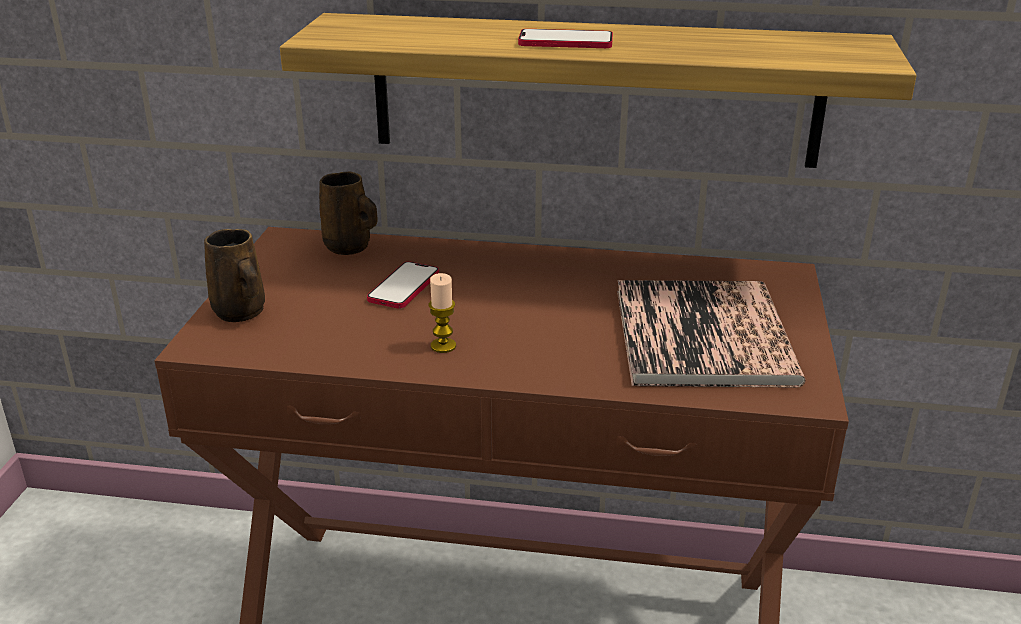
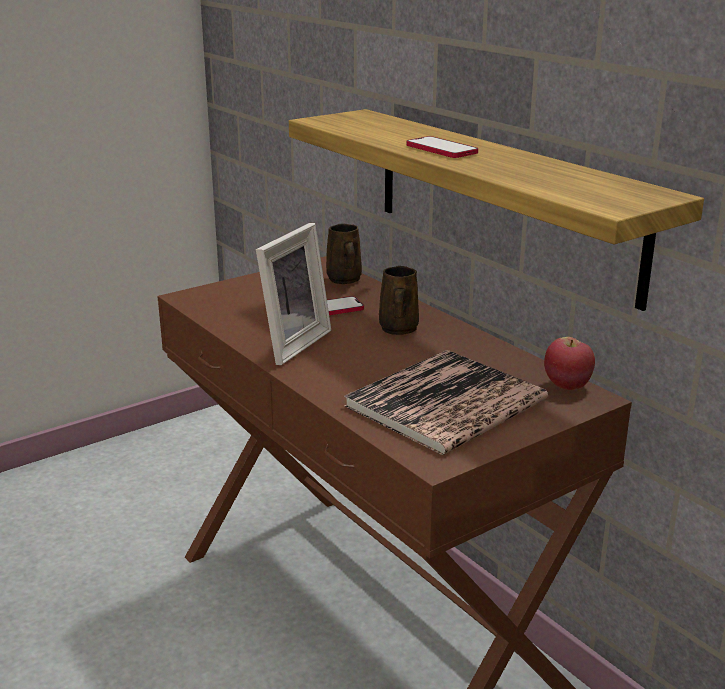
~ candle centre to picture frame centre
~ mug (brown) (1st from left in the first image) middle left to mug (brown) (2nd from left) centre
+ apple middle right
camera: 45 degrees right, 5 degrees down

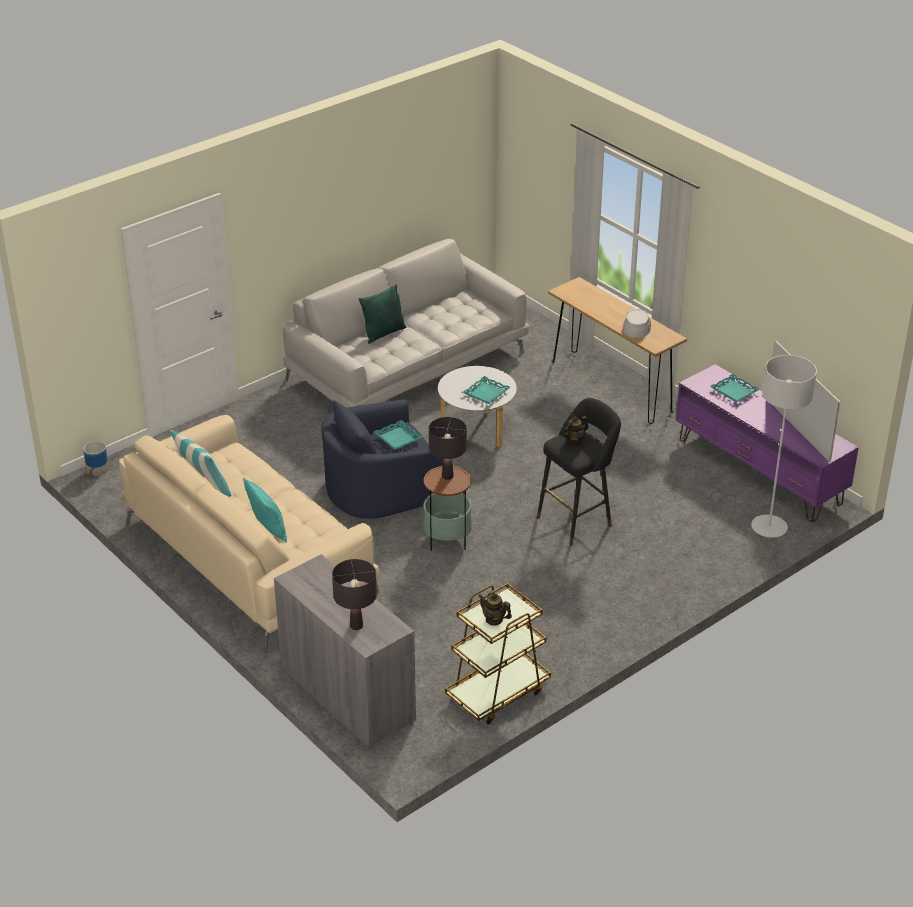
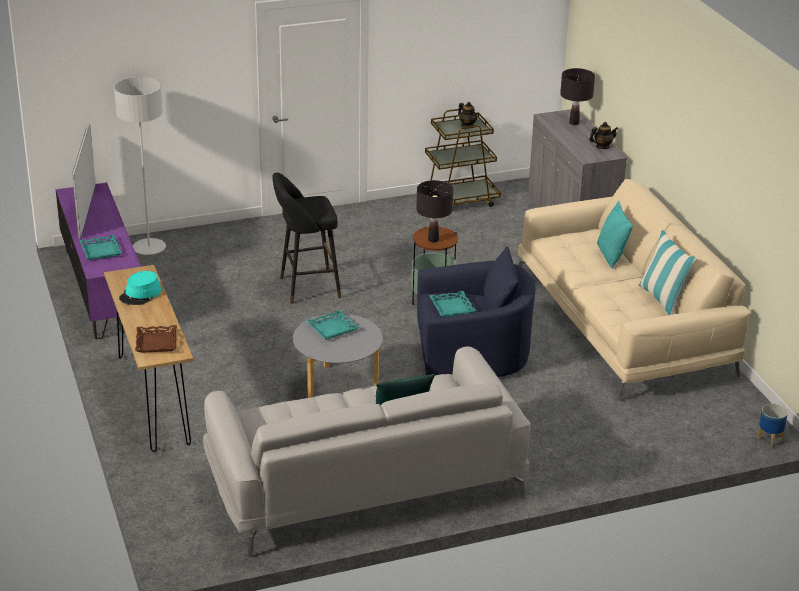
~ hat (grey) middle right to hat (turquoise) middle left
+ tray (brown) middle left
~ teapot (2nd from left) centre to top right
camera: 160 degrees left, 5 degrees down

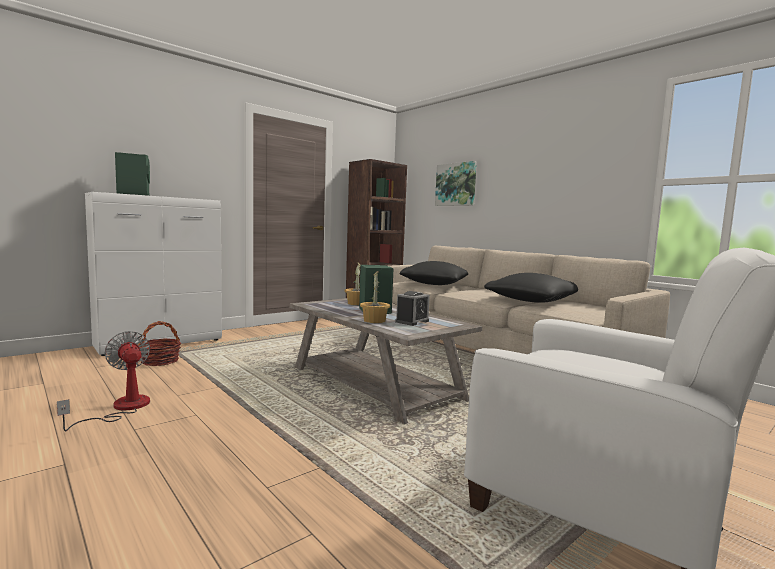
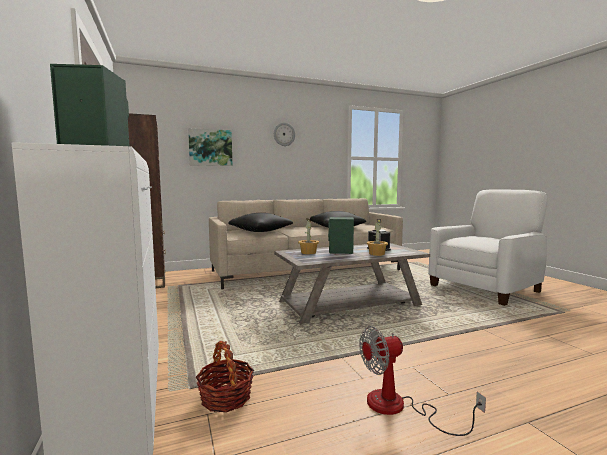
+ wall clock top centre
camera: 70 degrees left, 0 degrees up

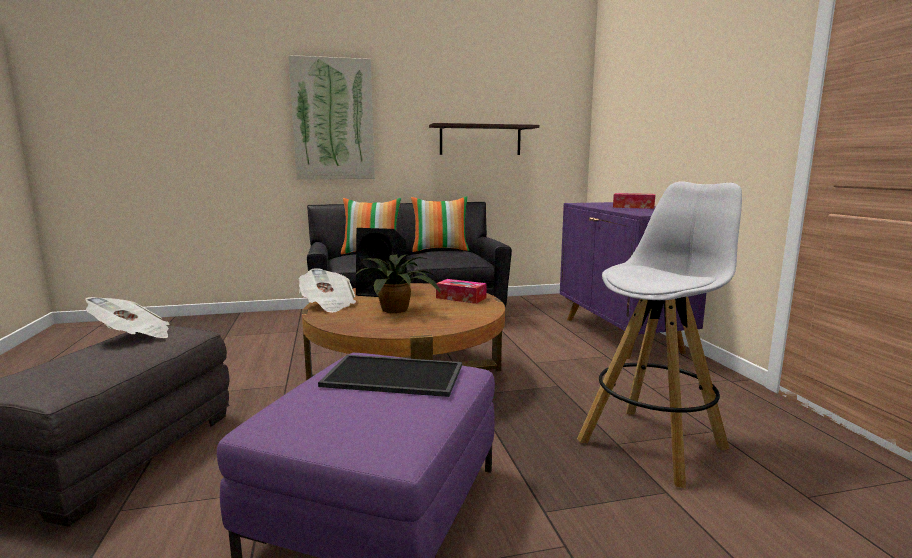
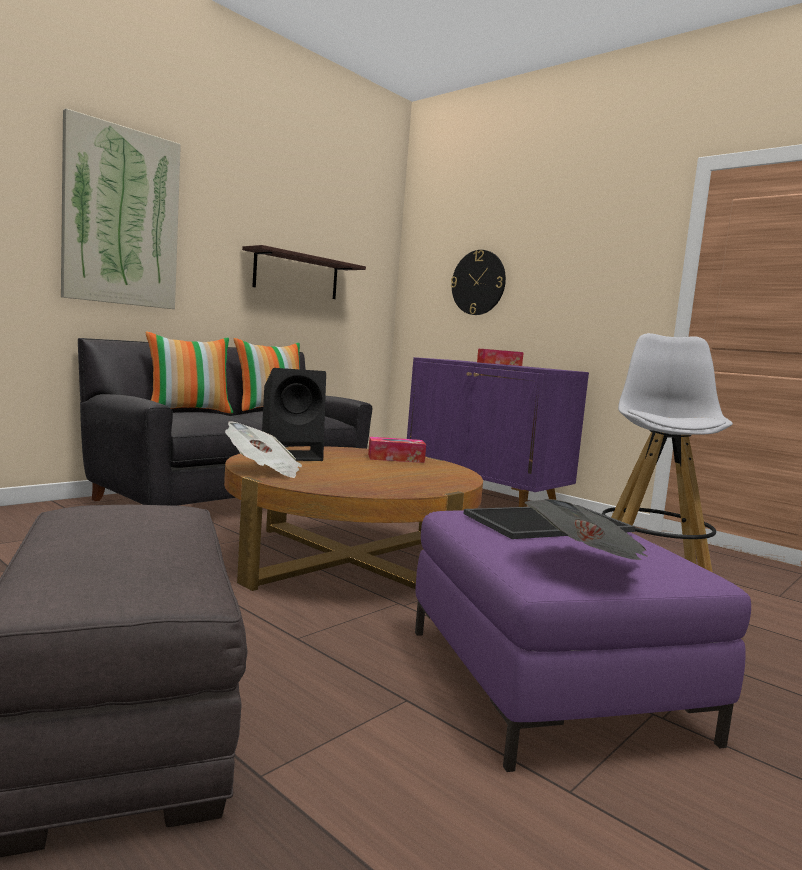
+ wall clock top centre
~ newspaper (1st from left in the first image) middle left to newspaper (2nd from left) middle right
- potted plant centre
camera: 35 degrees left, 5 degrees down

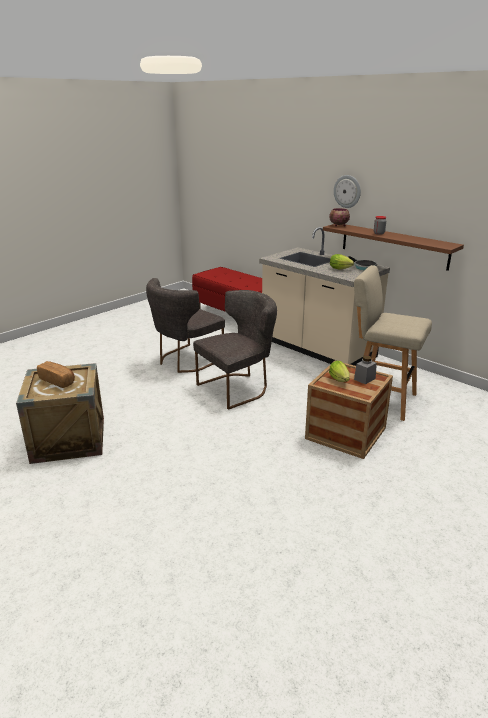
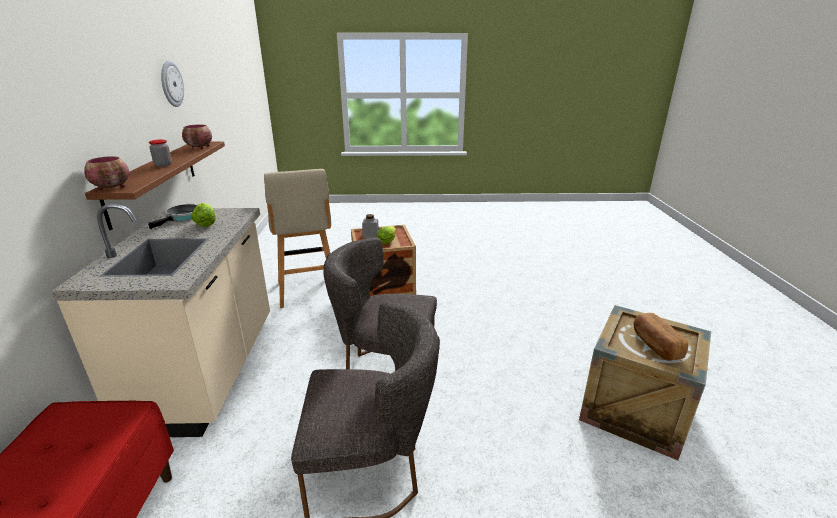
~ wall clock top right to top left
+ bowl (2nd from left) top left
camera: 135 degrees left, 0 degrees up

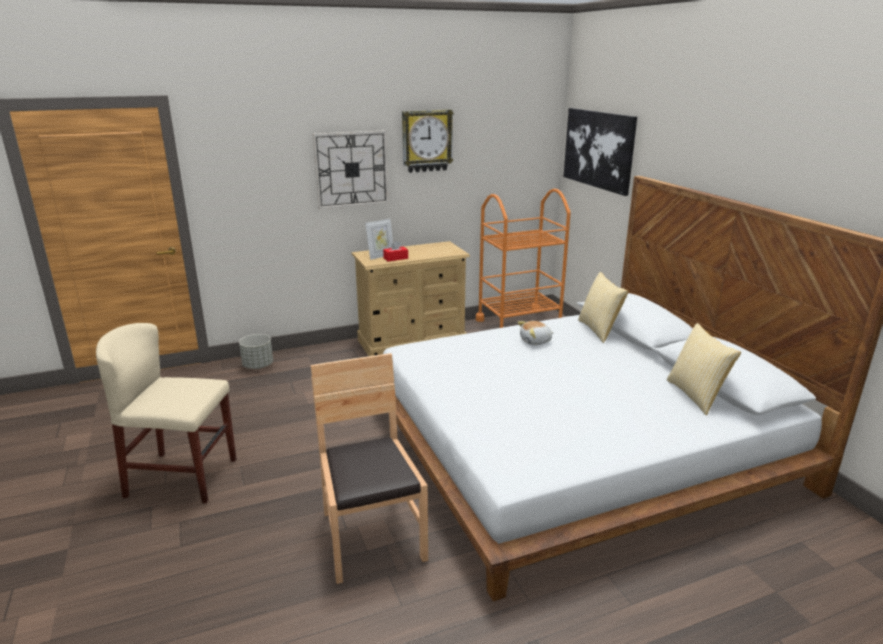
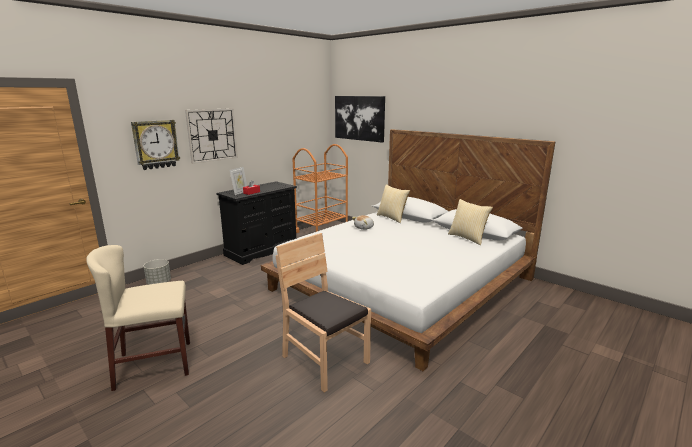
~ wall clock (2nd from left in the first image) top centre to wall clock (1st from left) top left
~ dresser (beige) centre to dresser (black) centre
camera: 25 degrees left, 5 degrees down

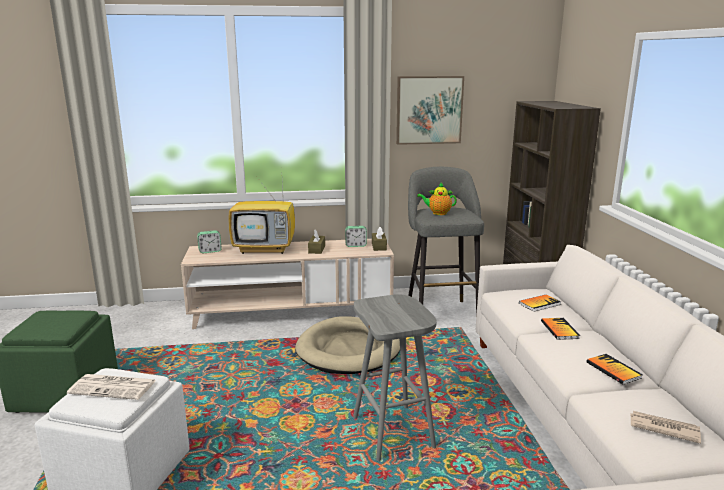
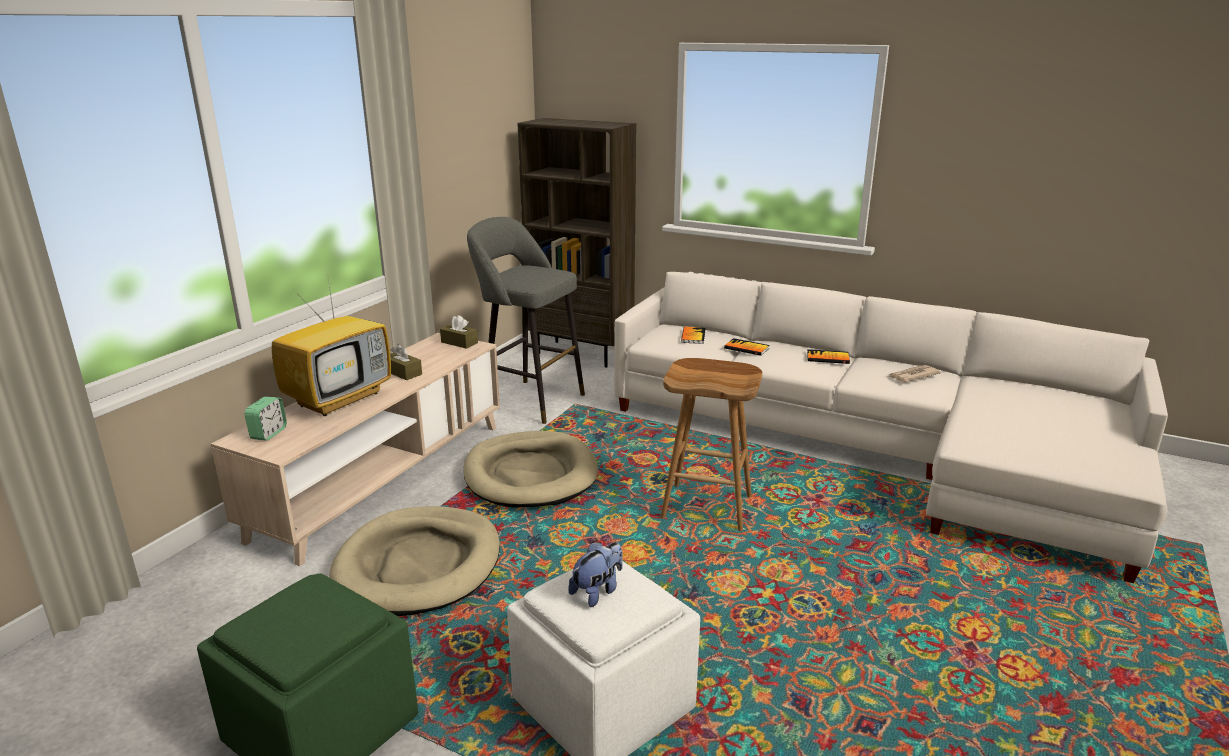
+ dog bed (beige) (1st from left) bottom centre
~ newspaper (1st from left) bottom left to plush toy bottom centre
~ stool (grey) (1st from left) bottom centre to stool (brown) centre
- alarm clock (2nd from left) centre
- picture top centre
- teapot centre
camera: 55 degrees left, 5 degrees up

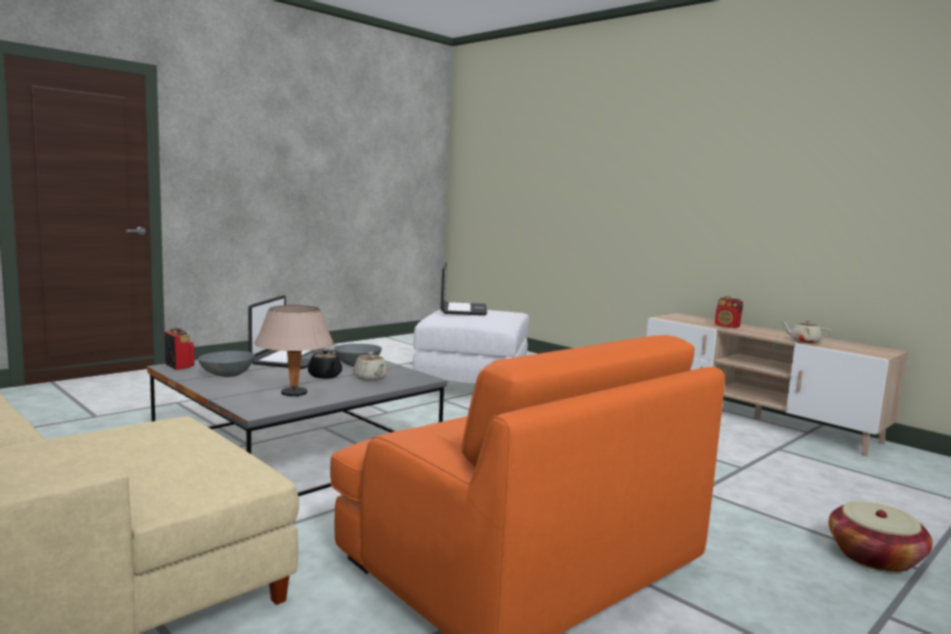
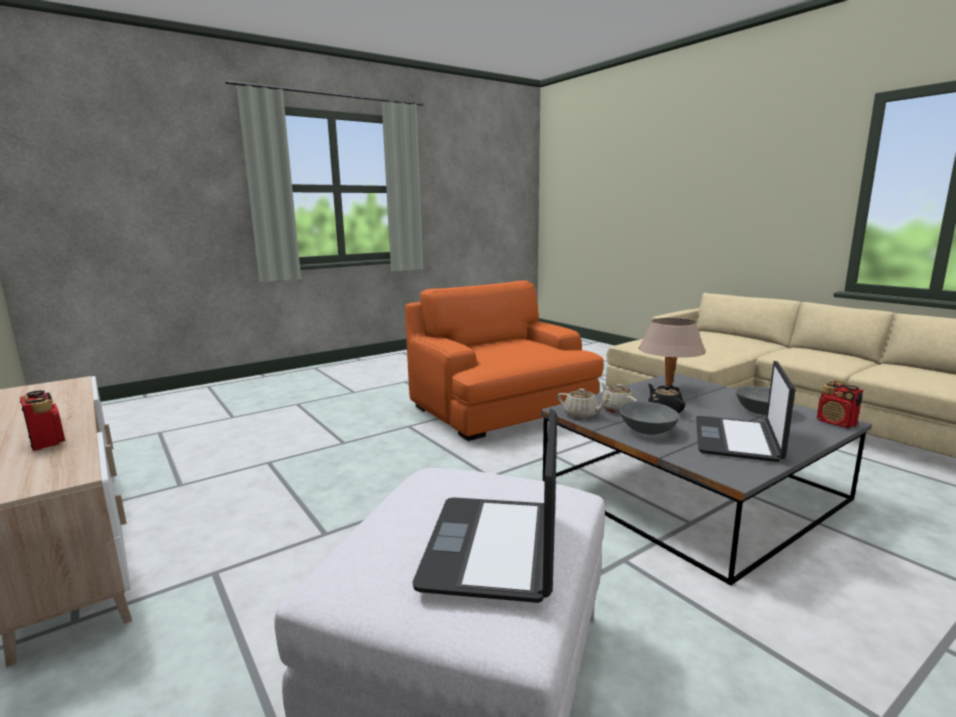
~ teapot (beige) (2nd from left in the first image) middle right to teapot (beige) (1st from left) centre
- basket bottom right
camera: 170 degrees left, 5 degrees up

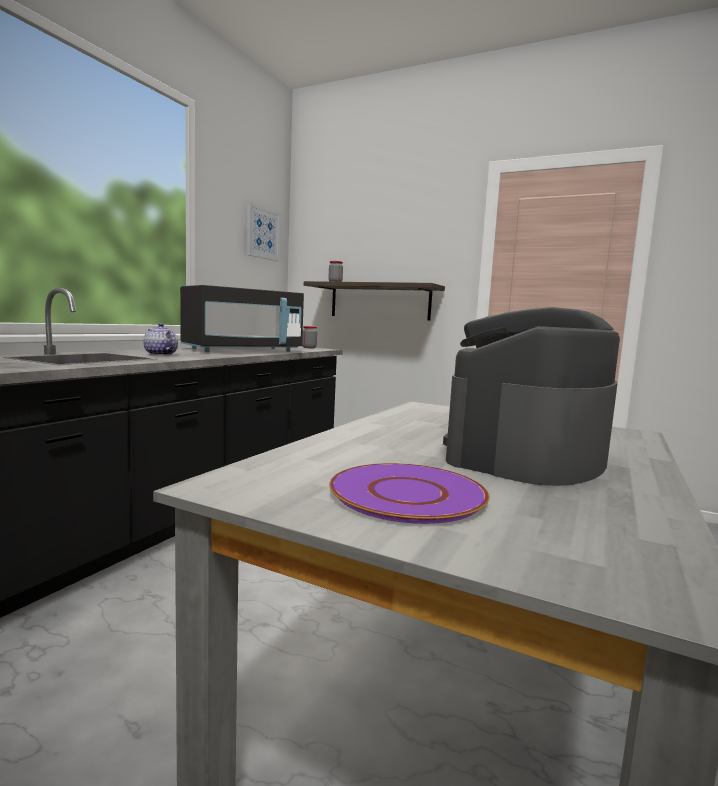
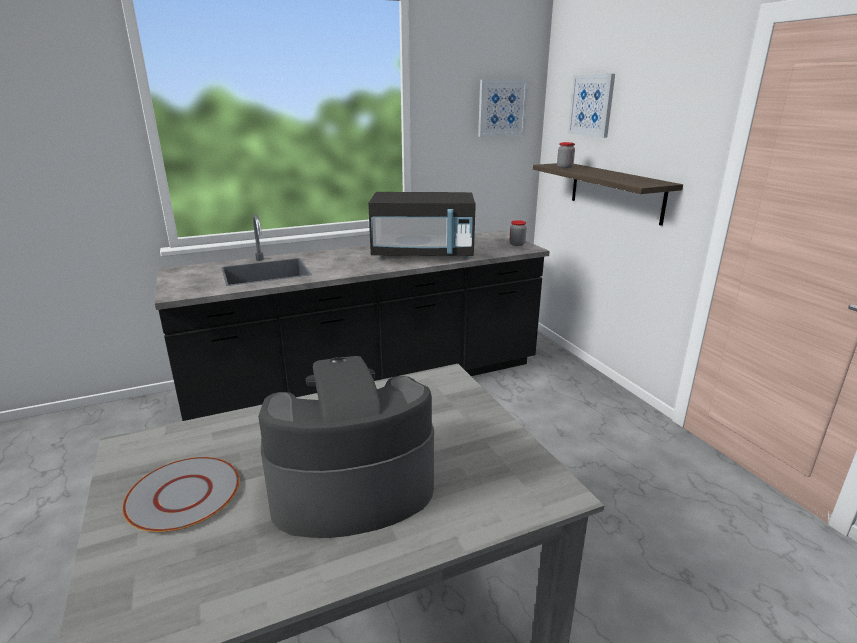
~ plate (purple) centre to plate (grey) bottom left
+ picture (2nd from left) top right
- teapot middle left
camera: 40 degrees right, 15 degrees up

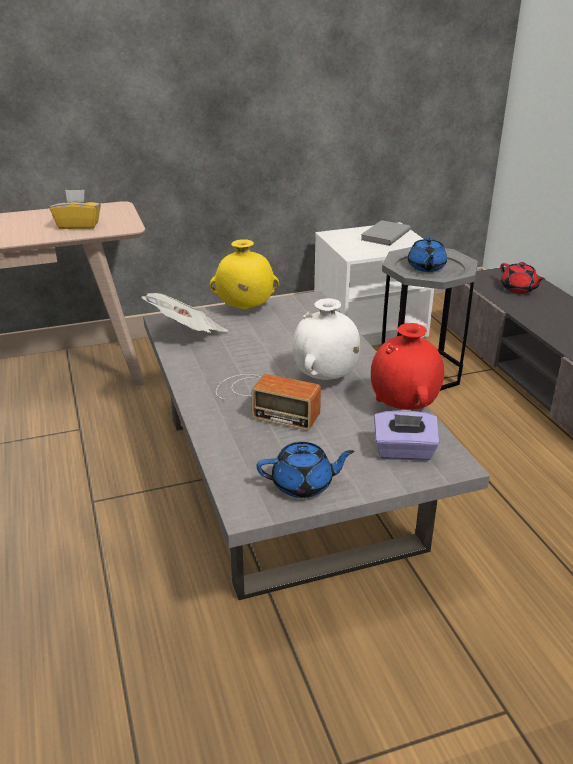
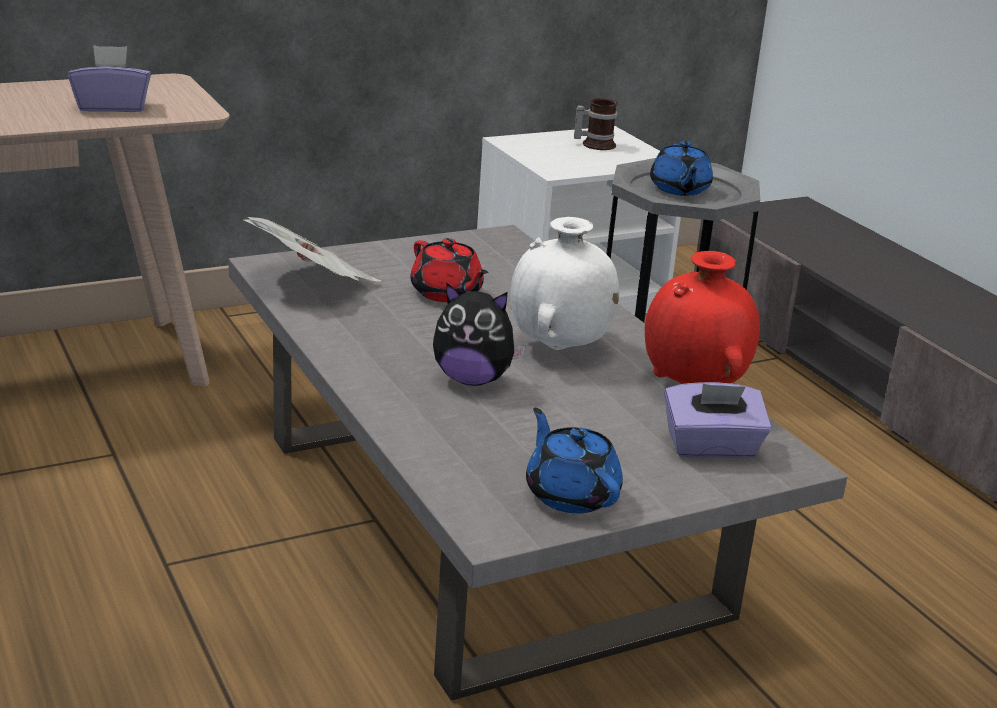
~ tissue box (yellow) top left to tissue box (purple) (1st from left) top left
~ teapot (red) middle right to centre
~ radio centre to plush toy centre
~ teapot (blue) (1st from left) centre = centre 105 degrees counterclockwise
~ book (grey) top right to mug top centre
- vase (yellow) centre
camera: 10 degrees left, 5 degrees down

